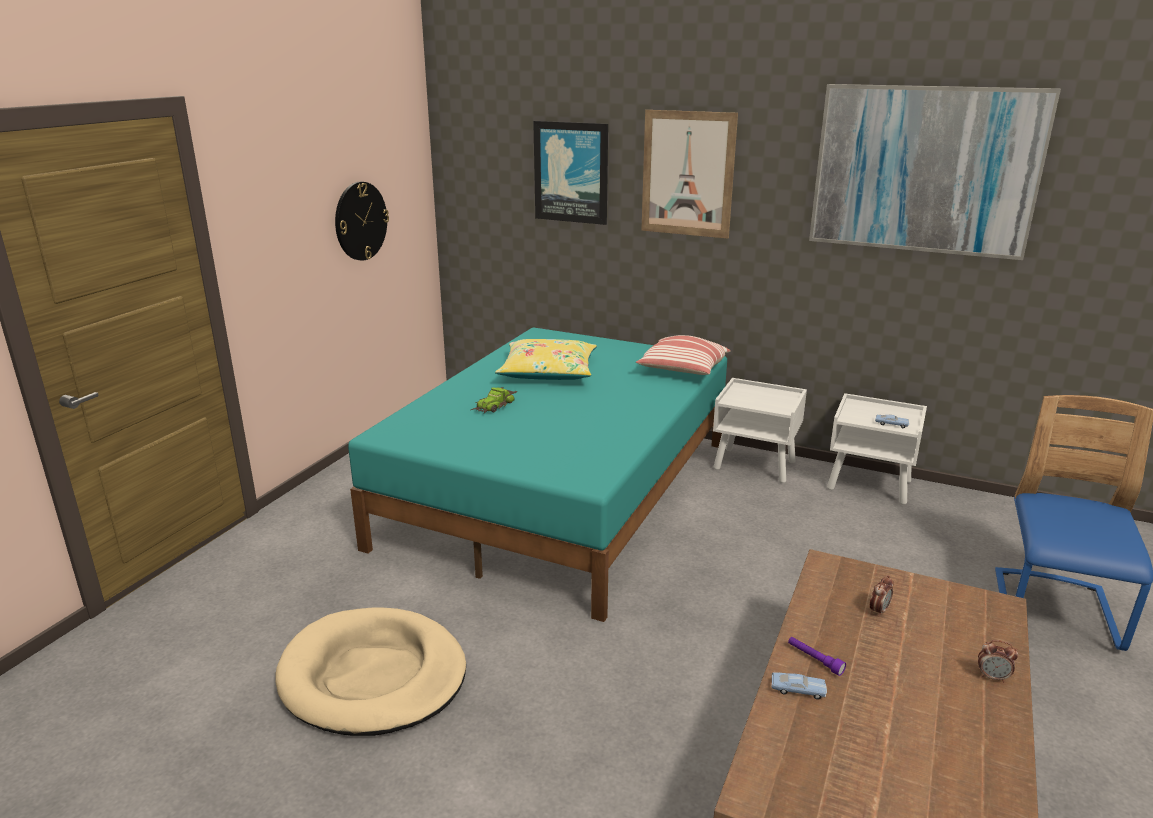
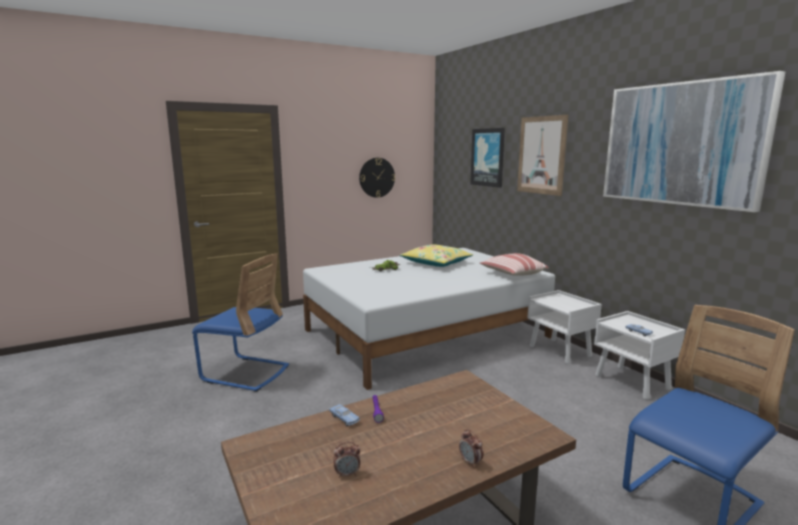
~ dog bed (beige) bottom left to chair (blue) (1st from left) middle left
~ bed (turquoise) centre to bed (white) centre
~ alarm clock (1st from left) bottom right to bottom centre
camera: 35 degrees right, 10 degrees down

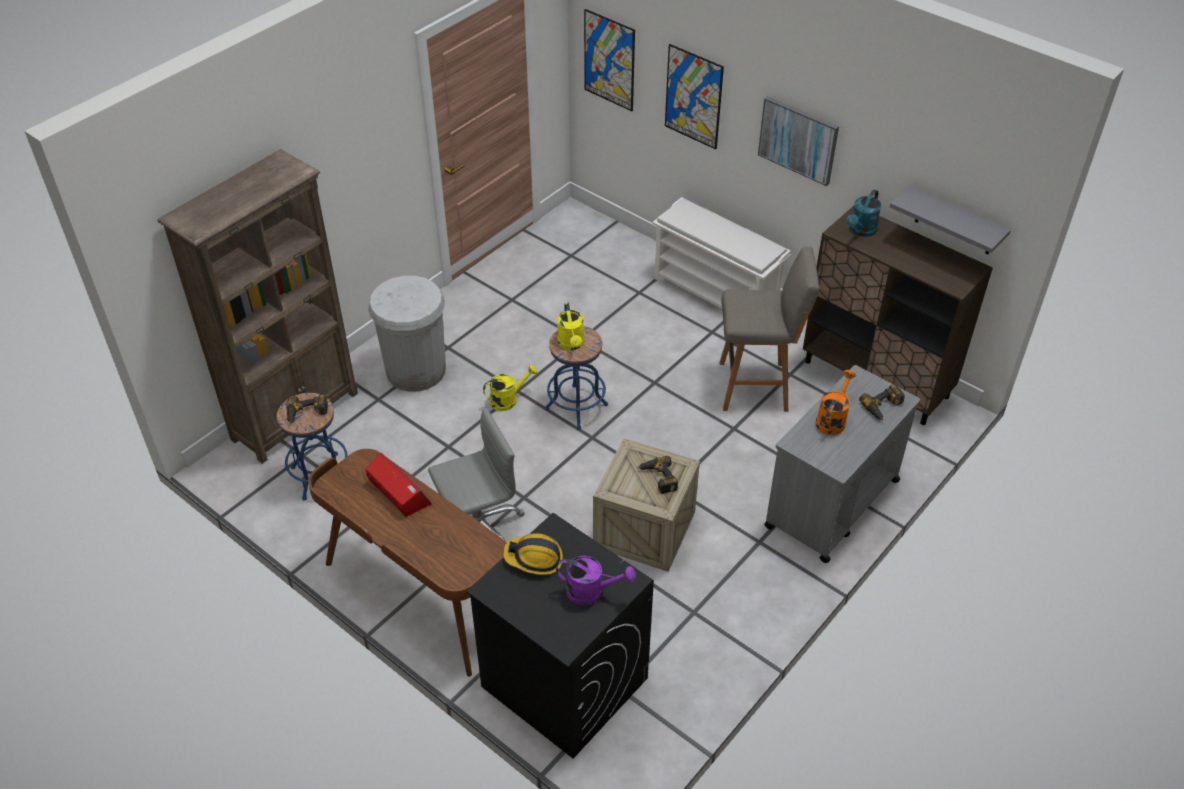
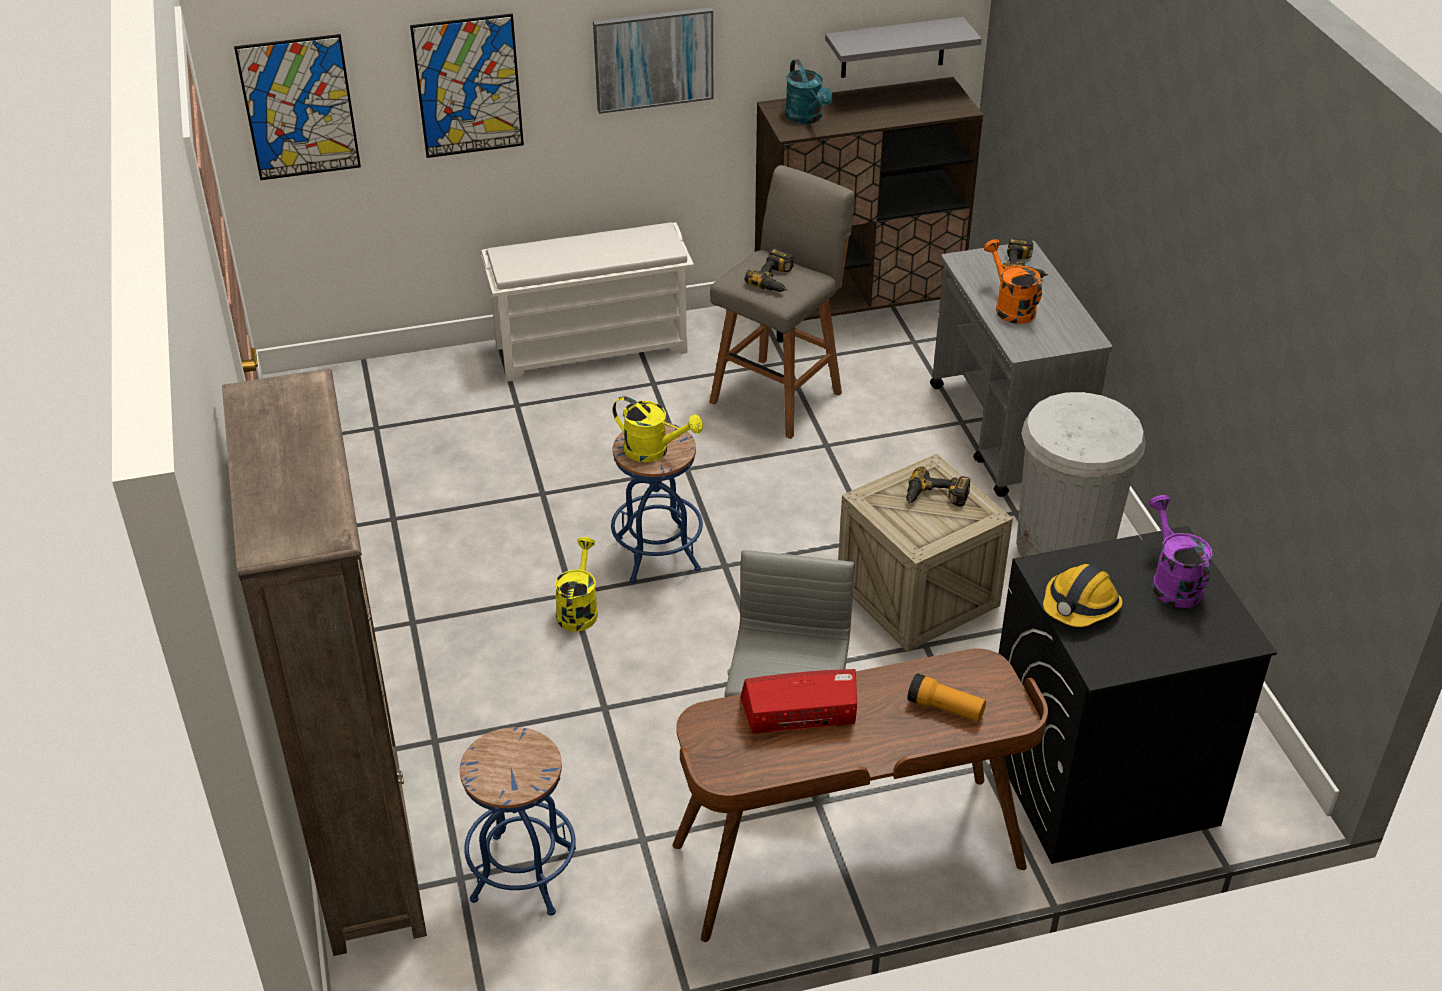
~ power drill (1st from left) middle left to top centre
+ flashlight bottom centre
~ trash can (white) centre to middle right
~ watering can (purple) bottom centre = middle right 60 degrees counterclockwise
camera: 55 degrees left, 5 degrees down

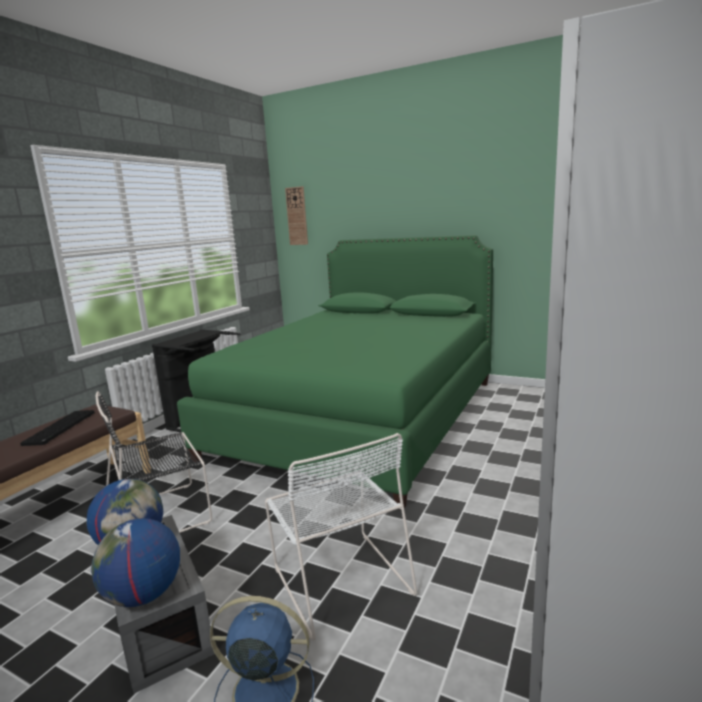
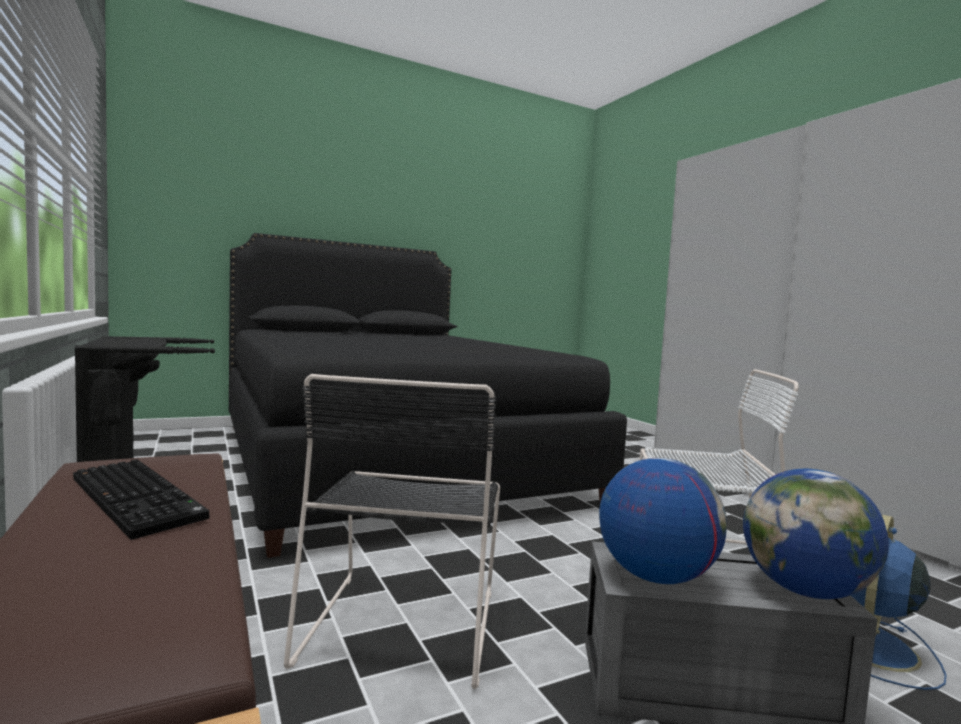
~ bed (green) centre to bed (black) centre
- wall clock top centre
camera: 55 degrees left, 10 degrees down

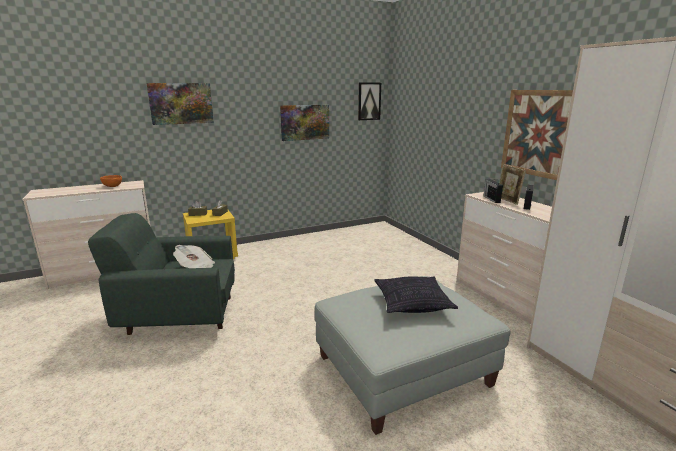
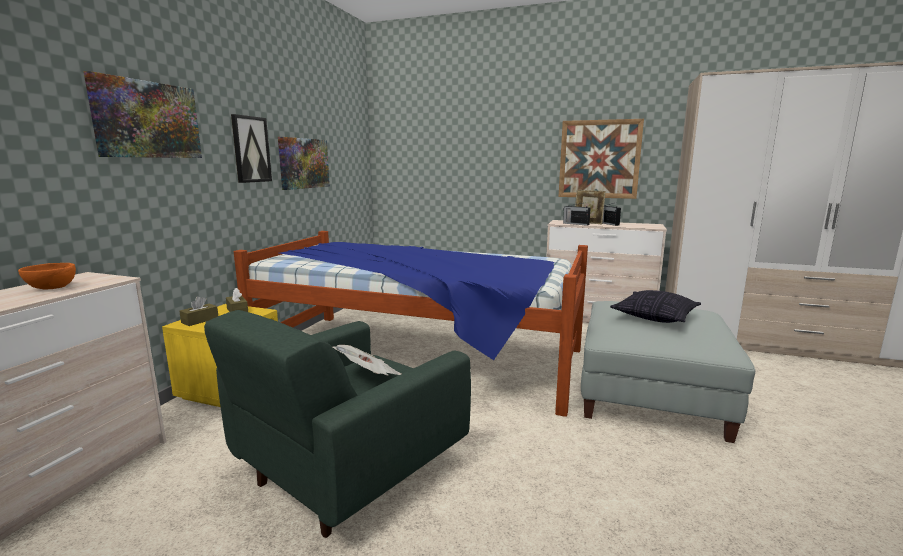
~ picture (3rd from left in the first image) top centre to picture (2nd from left) top left
+ bed centre
camera: 45 degrees left, 5 degrees down

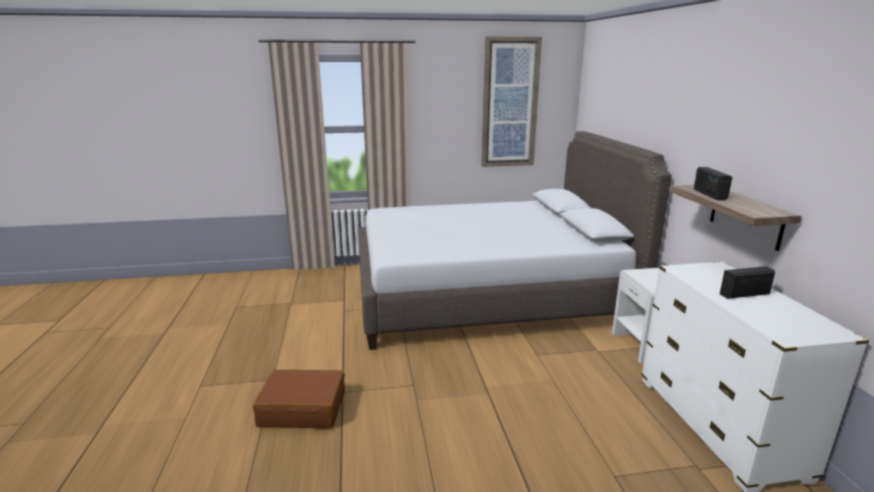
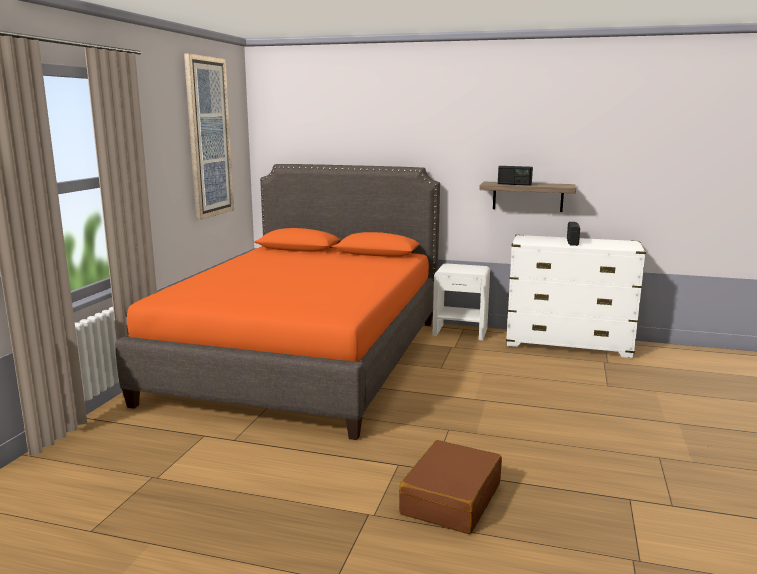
~ bed (grey) centre to bed (orange) centre
camera: 65 degrees left, 5 degrees down

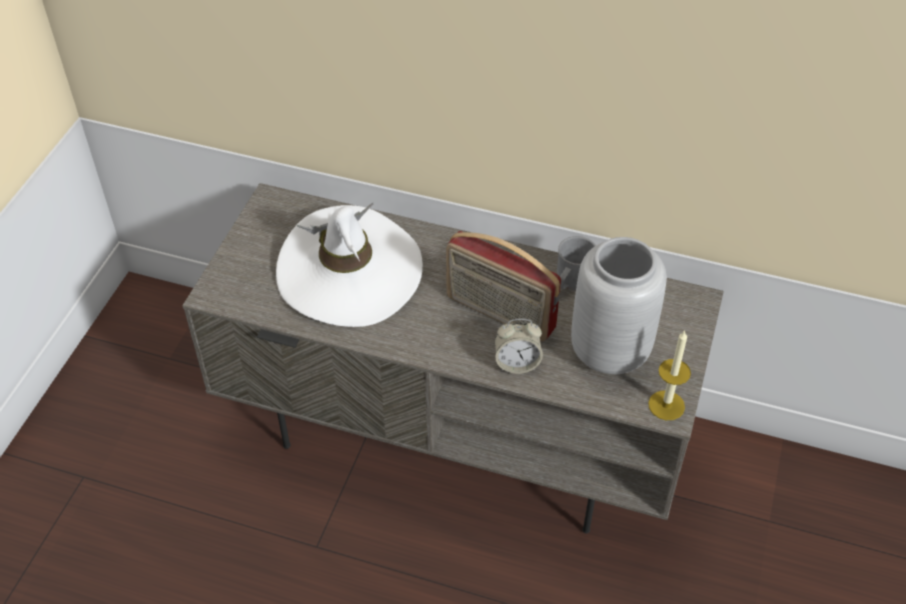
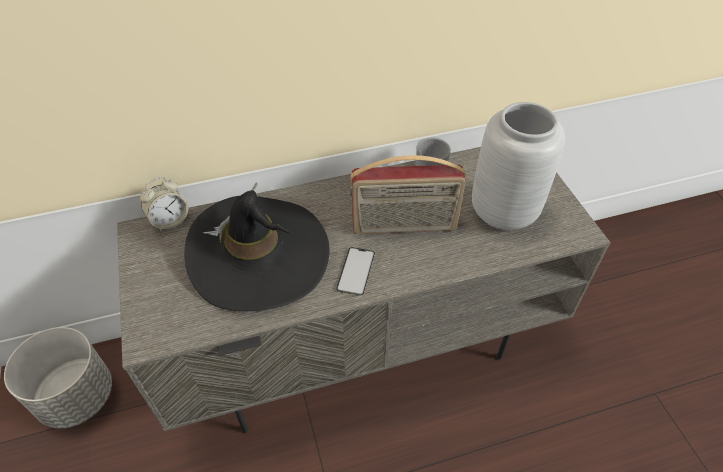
+ planter (grey) bottom left
~ alarm clock centre to middle left
~ hat (white) centre to hat (black) centre
+ phone centre
- candle middle right
camera: 35 degrees left, 0 degrees up

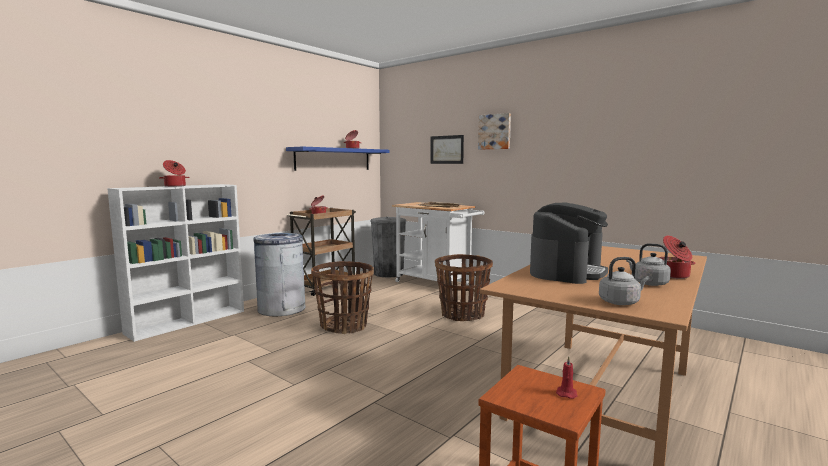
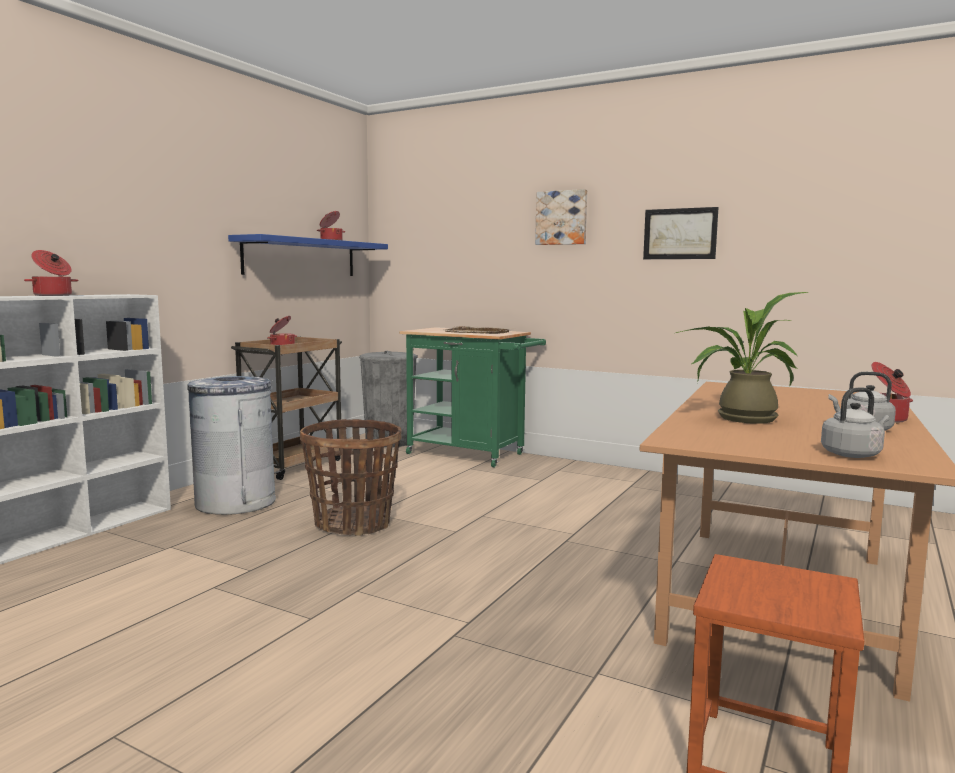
~ cart (white) centre to cart (green) centre
~ picture (1st from left in the first image) top centre to picture (2nd from left) top right
~ coffee machine middle right to potted plant middle right
- basket (2nd from left) centre
- candle (red) bottom right
camera: 10 degrees left, 0 degrees up

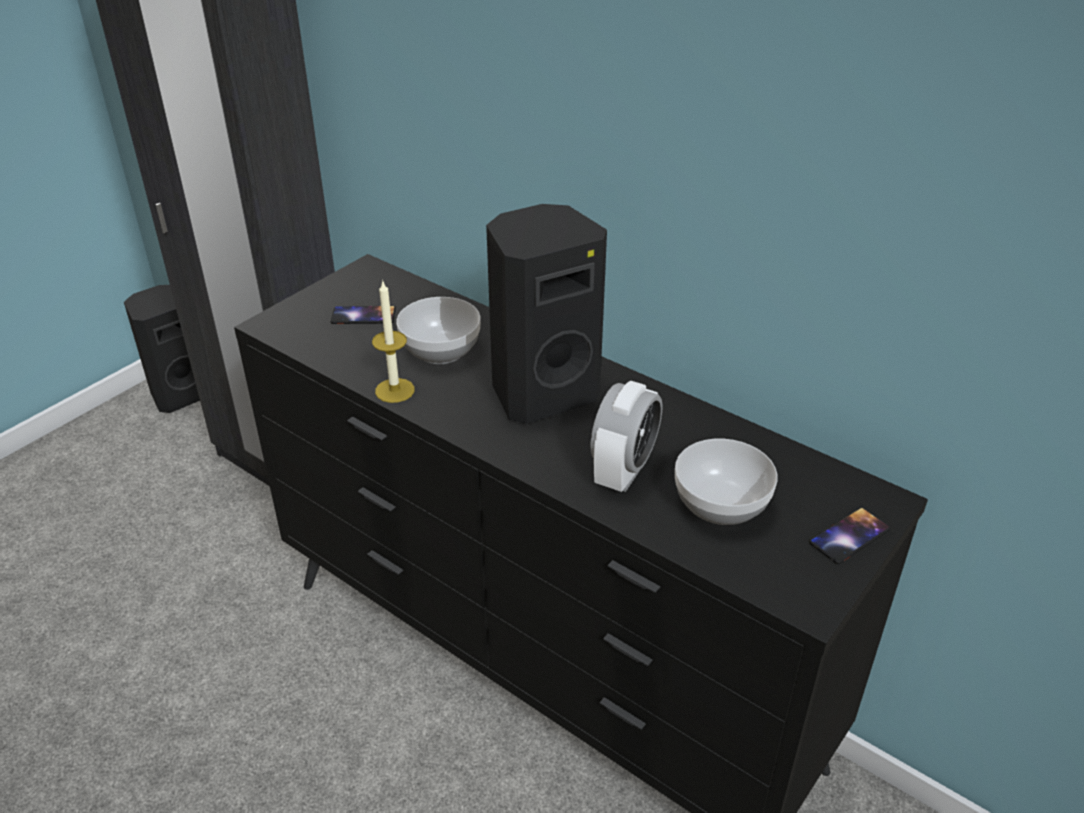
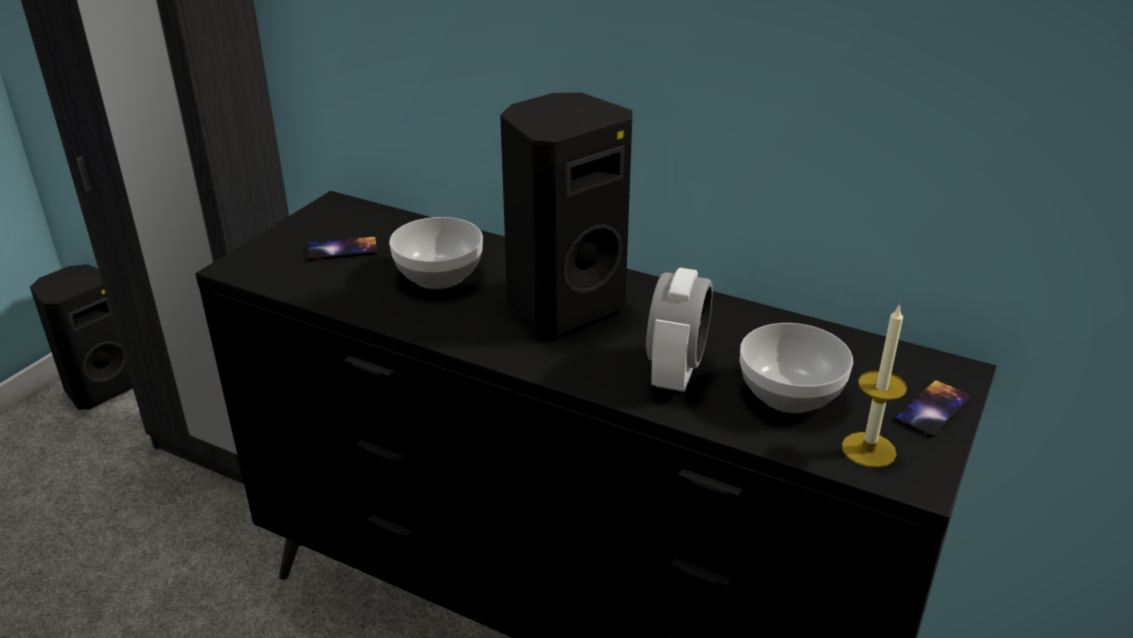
~ candle centre to middle right
camera: 10 degrees left, 5 degrees down

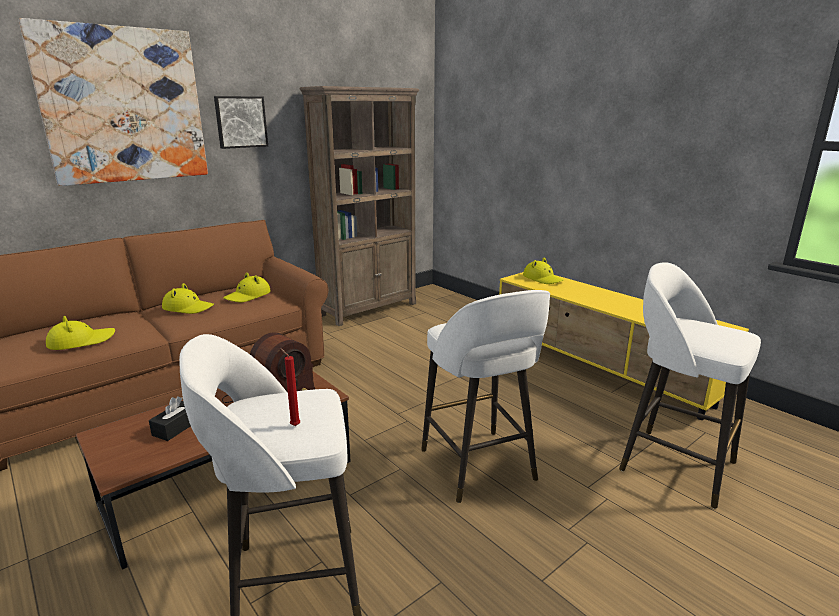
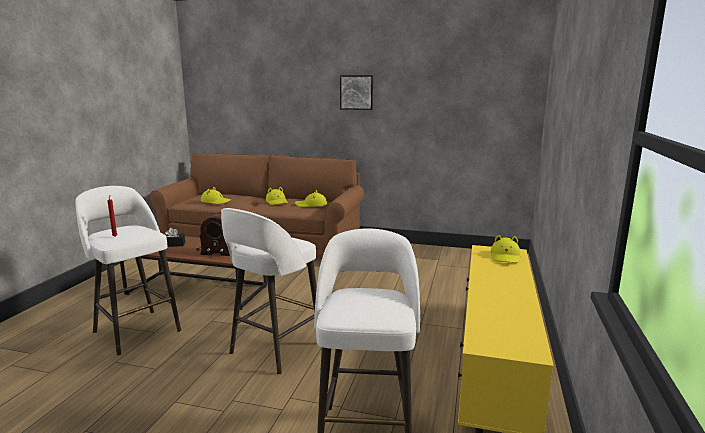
- picture (1st from left) top left
- bookcase (brown) centre
camera: 55 degrees right, 5 degrees down

